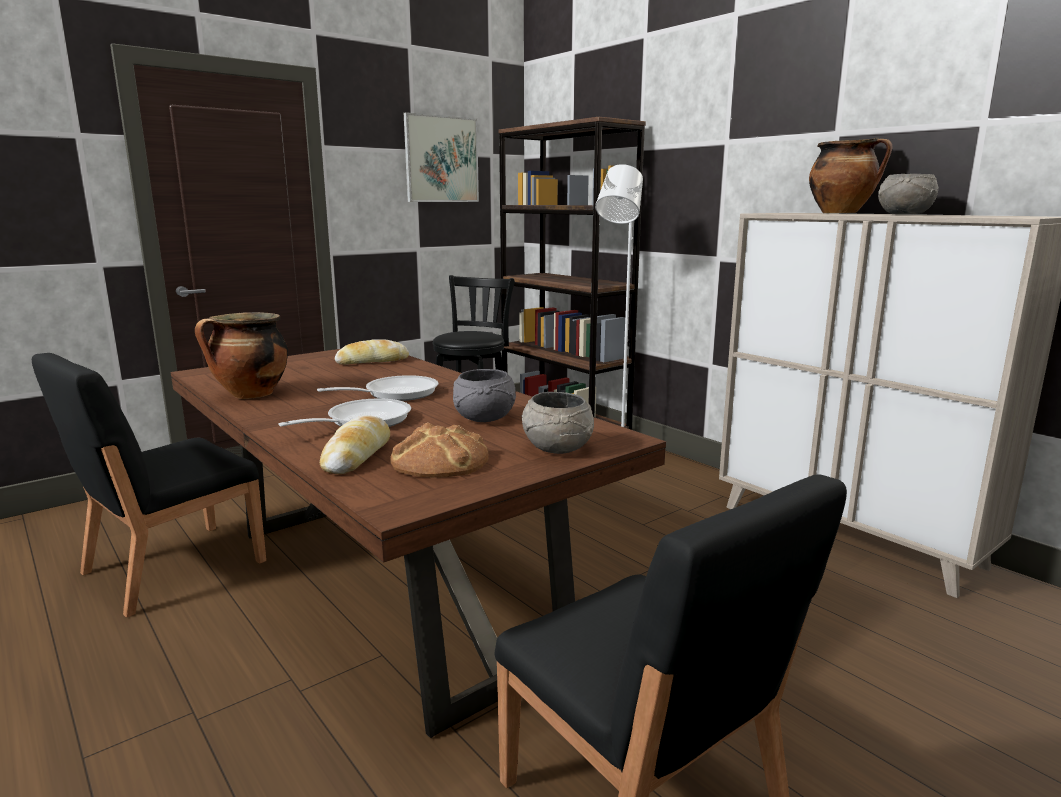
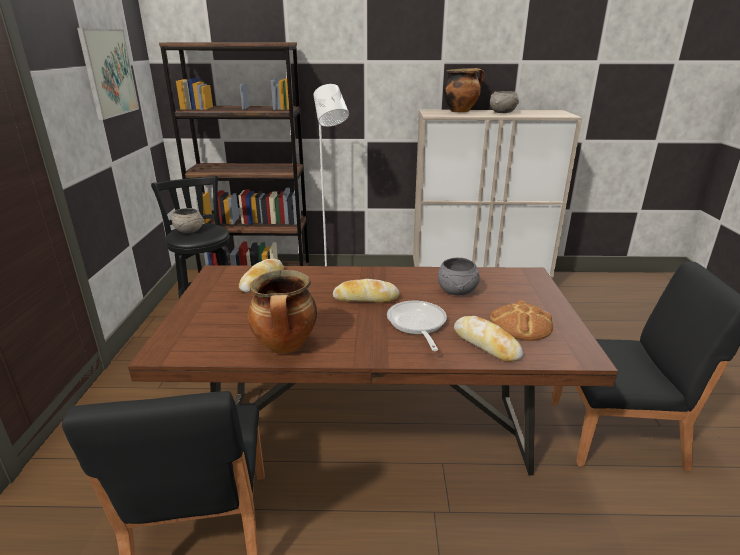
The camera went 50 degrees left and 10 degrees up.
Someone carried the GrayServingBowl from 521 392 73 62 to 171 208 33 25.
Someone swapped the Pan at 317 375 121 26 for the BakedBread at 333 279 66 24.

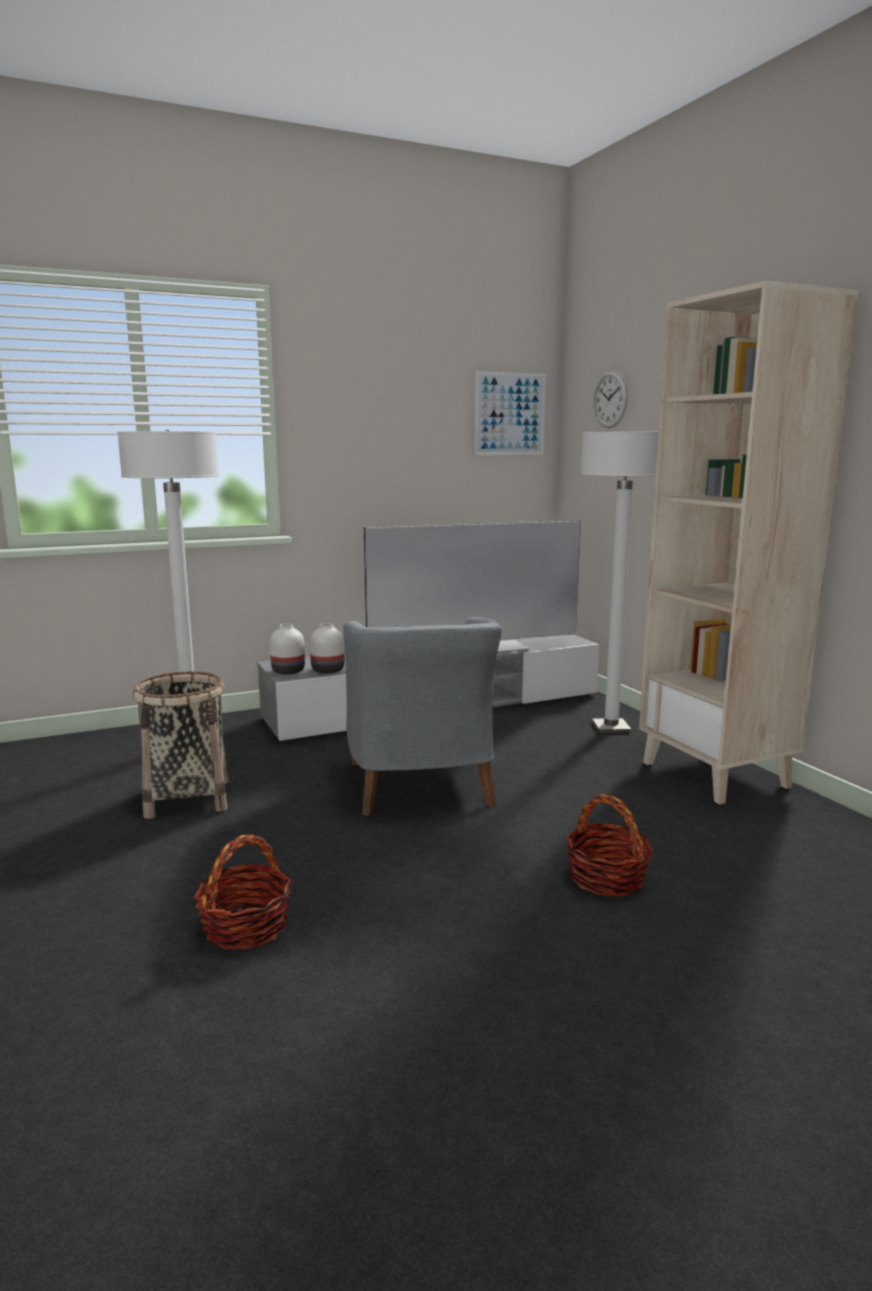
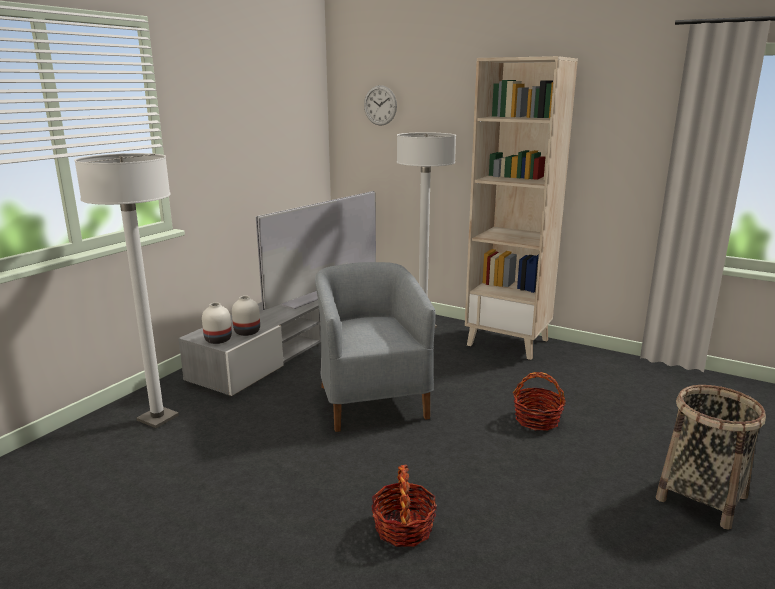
The camera went 35 degrees left and 5 degrees up.
Someone took away the Picture at 475 371 71 84.
Someone carried the StorageBasket from 133 671 96 148 to 656 385 110 145.
Someone rotated the GrayLoungeChair at 343 617 159 199 by 150 degrees counterclockwise.

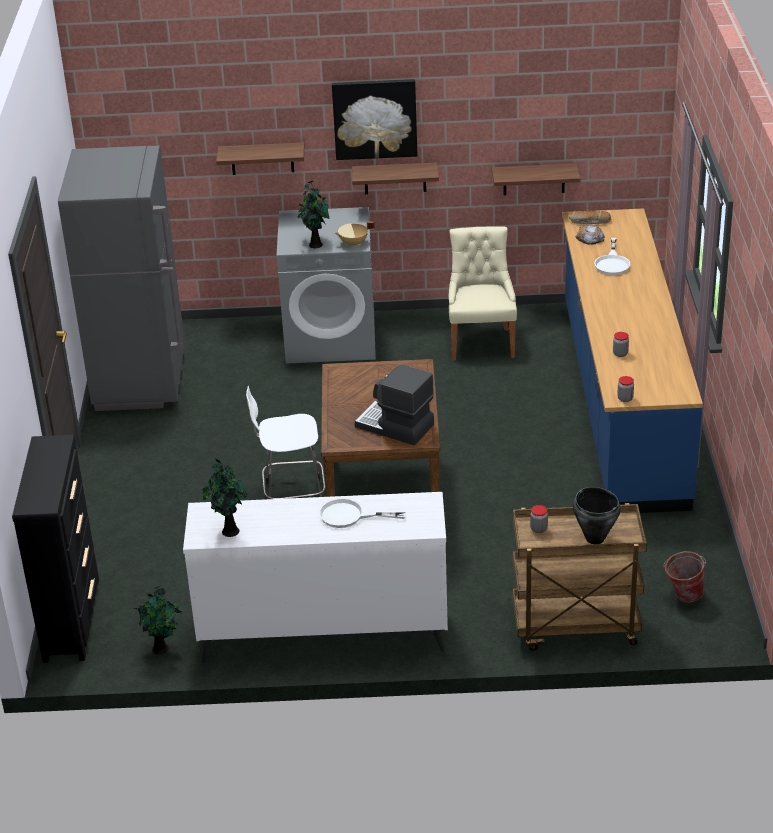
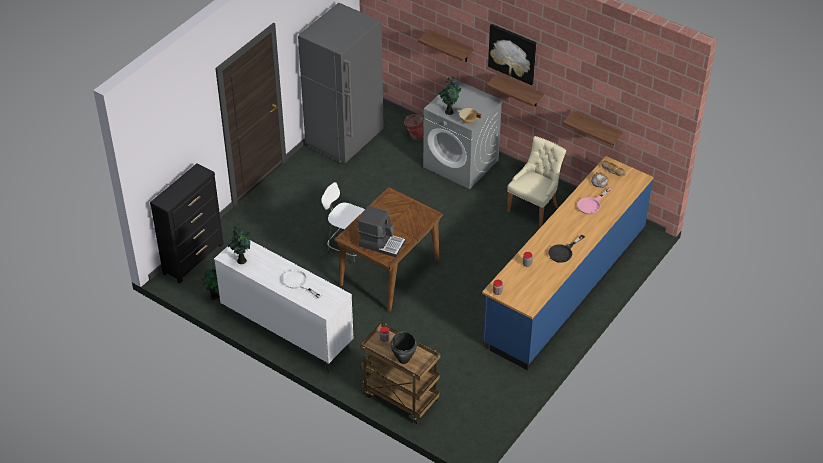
The camera went 35 degrees right and 10 degrees up.
Someone put down the BlackColouredPan at 548 235 37 28.
Someone carried the Bucket from 663 551 43 52 to 404 114 20 26.
Someone repainted the WhitePan at 594 238 36 37, which became the PinkishPan at 577 188 35 26.
Someone rotated the CoffeeMaker at 355 365 79 80 by 135 degrees clockwise.

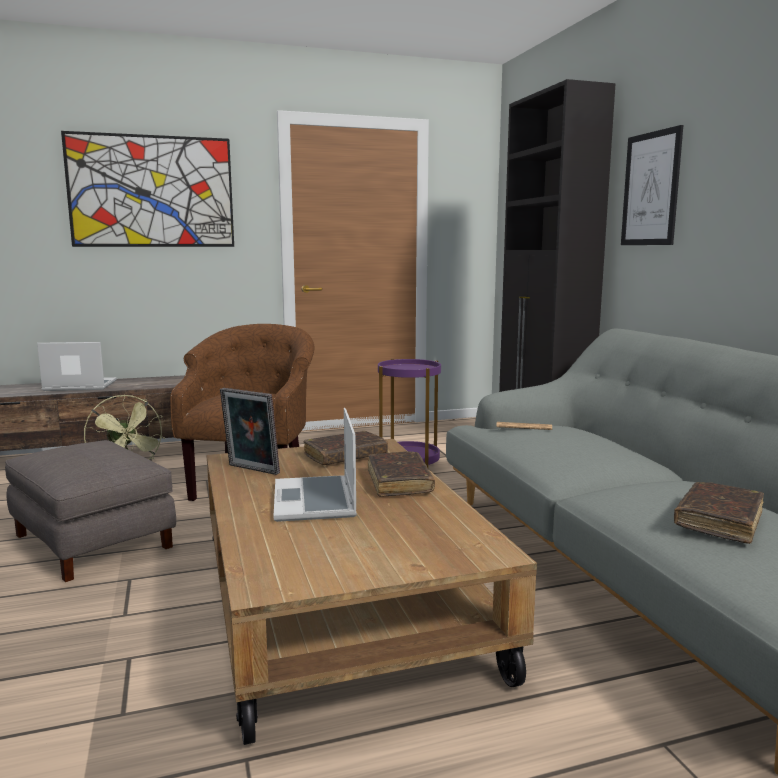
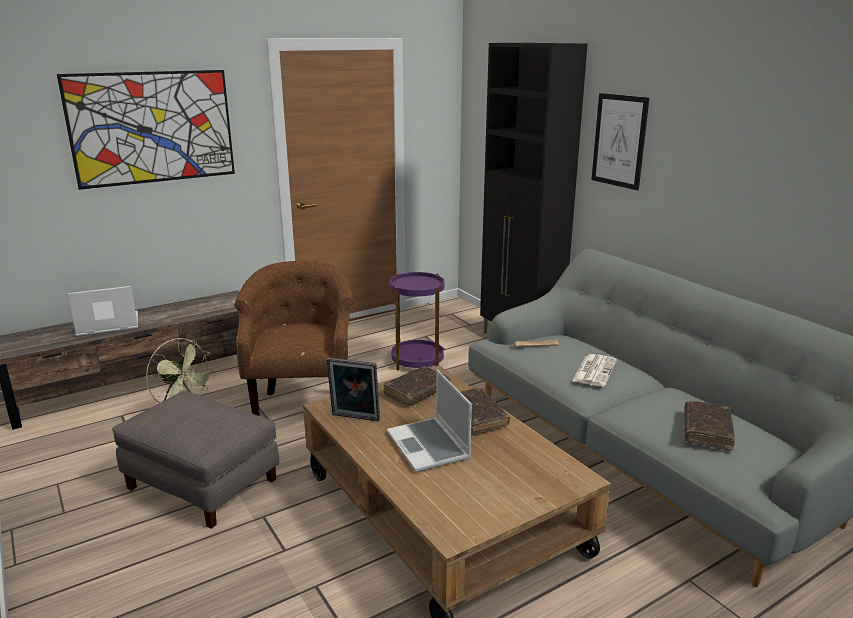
The camera went 15 degrees left and 10 degrees up.
Someone put down the DailyPaper at 572 354 45 33.

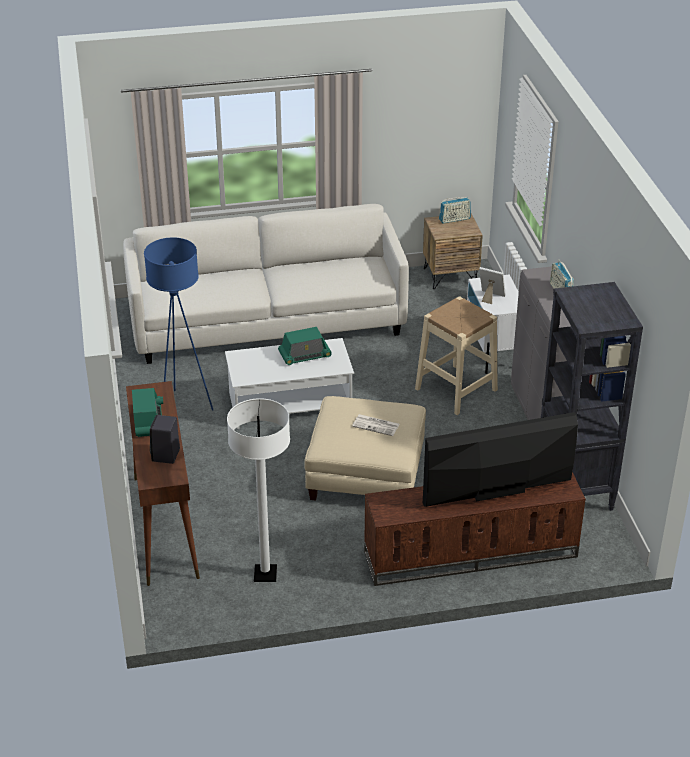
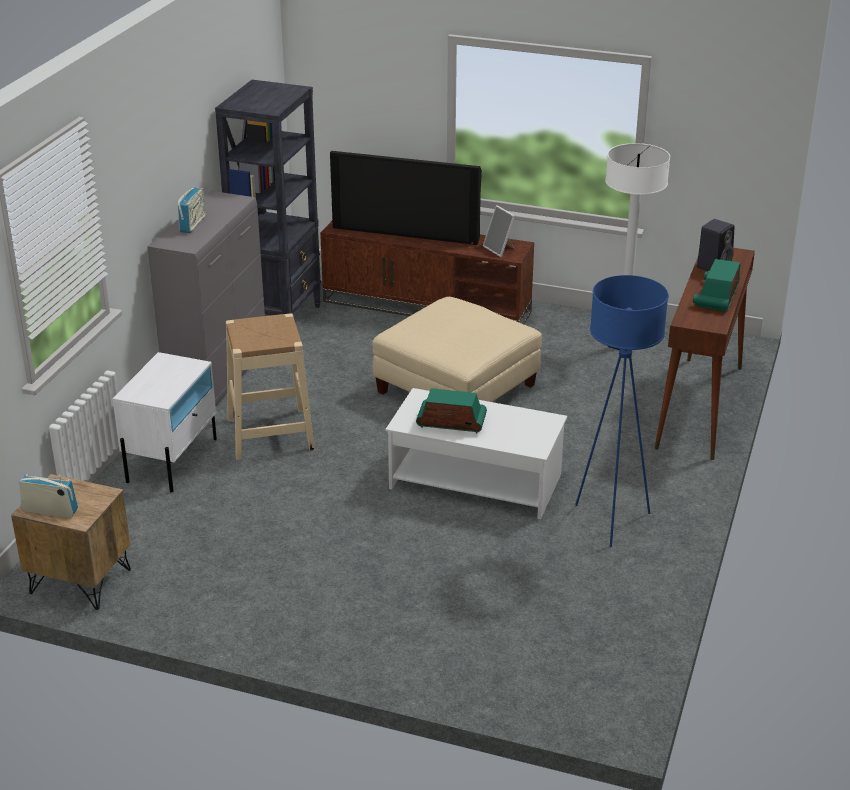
The camera went 150 degrees left and 5 degrees down.
Someone took away the WhiteCouch at 123 204 286 160.
Someone took away the DailyPaper at 352 414 47 22.
Someone carried the StandingFrame from 479 267 27 37 to 483 205 32 52.

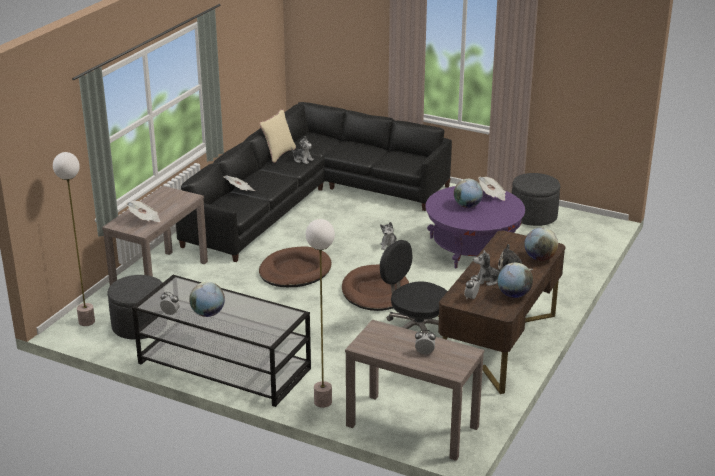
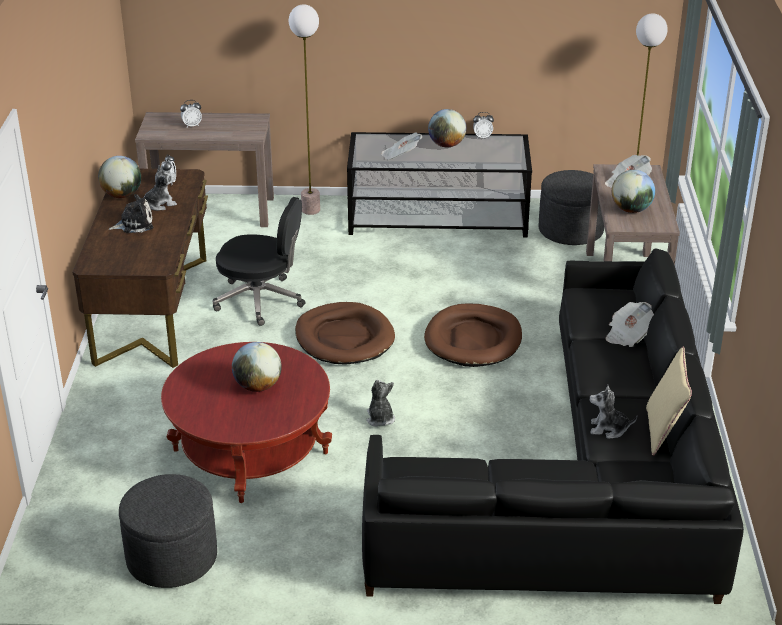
The camera went 155 degrees right and 5 degrees up.
Someone carried the DailyPaper from 478 177 28 24 to 381 132 41 29.
Someone carried the Globe from 524 228 34 33 to 612 170 43 43.
Someone repainted the PurpleLowTable at 425 186 100 82, which became the RedColouredLowTable at 161 342 171 161.

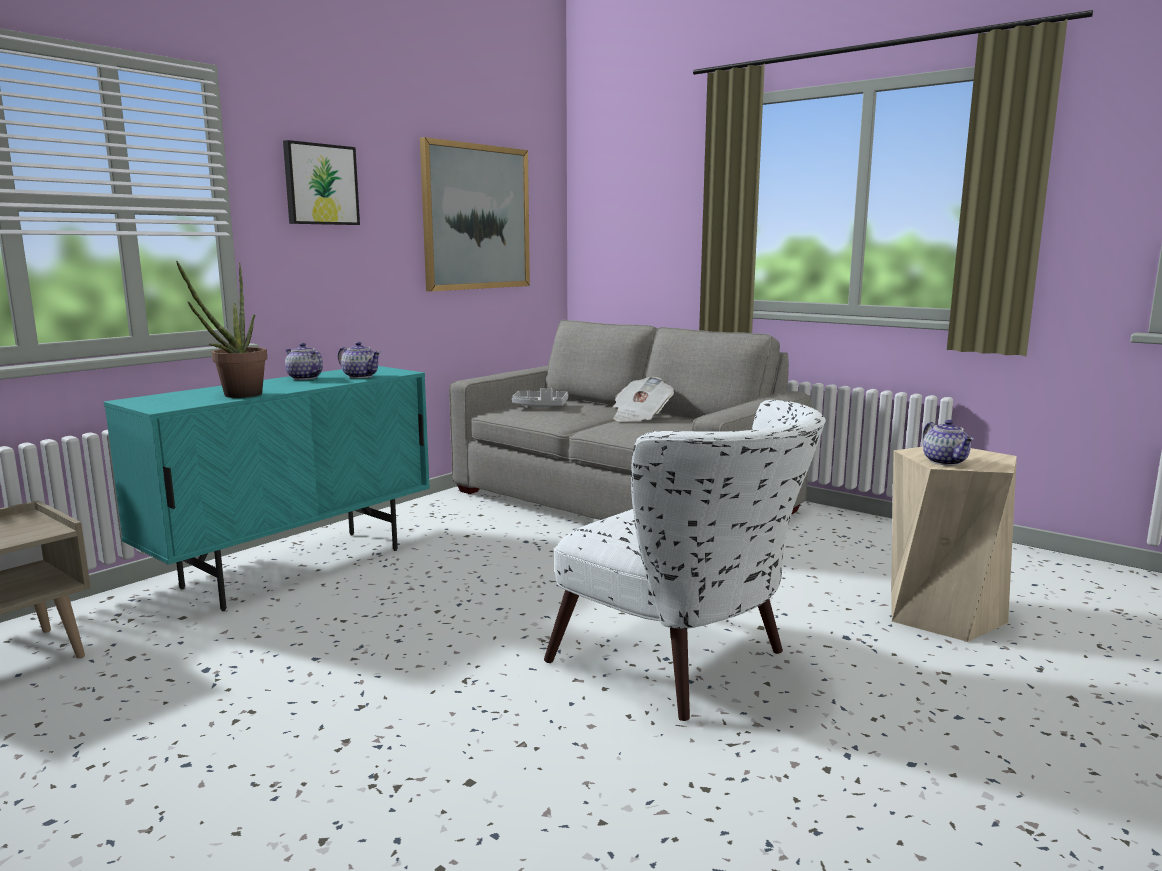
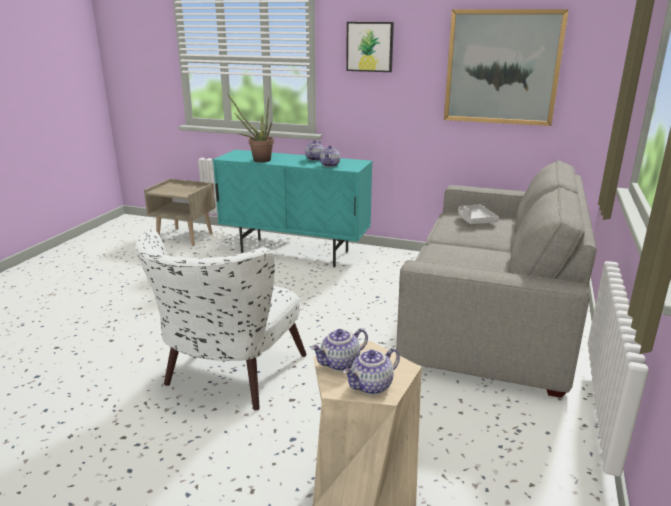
The camera went 70 degrees right and 10 degrees up.
Someone took away the DailyPaper at 613 377 61 45.
Someone put down the PotForTea at 343 348 57 47.

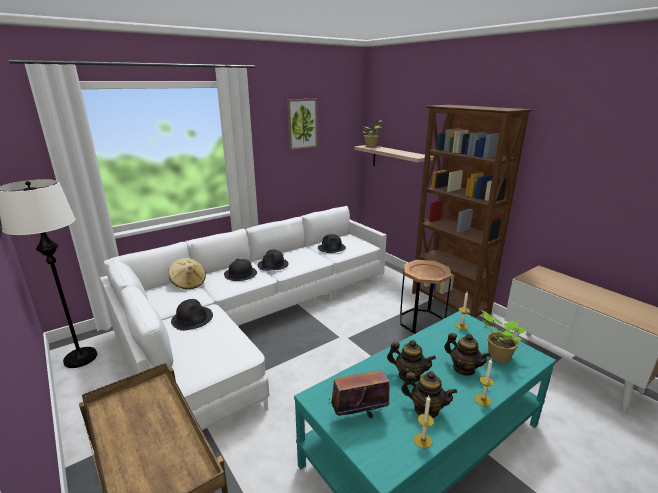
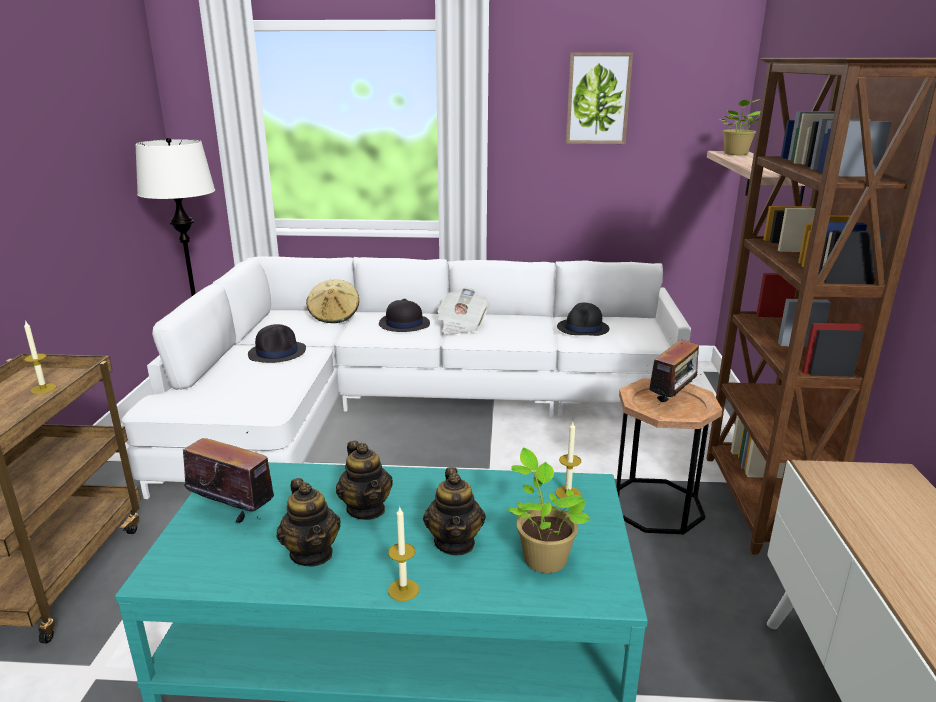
The camera went 40 degrees right and 0 degrees up.
Someone put down the RadioReceiver at 649 339 50 68.
Someone carried the WaxCandle from 414 396 20 53 to 24 320 33 74.
Someone swapped the BlackColouredHat at 257 250 32 21 for the DailyPaper at 437 288 52 47.

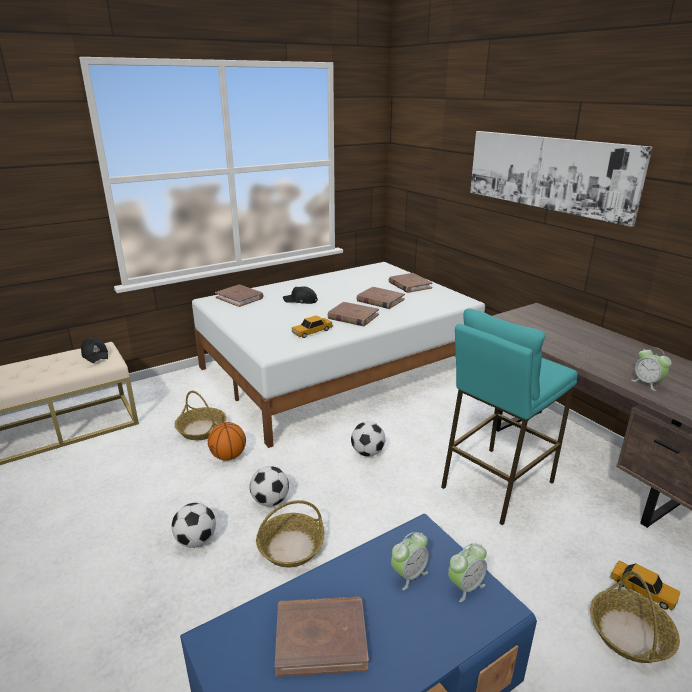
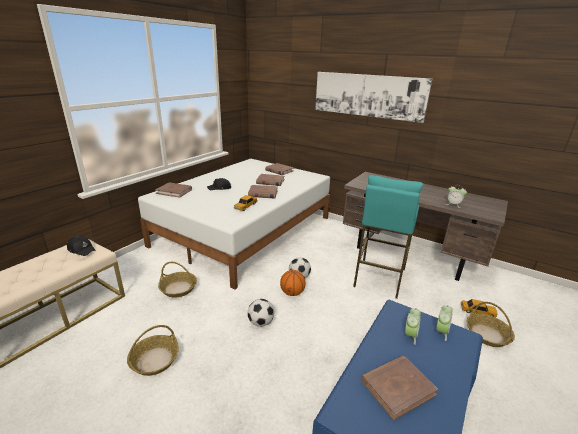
The camera went 25 degrees left and 0 degrees up.
Someone took away the BallForFootball at 172 503 44 45.
Someone carried the BallForBasketball from 208 422 38 39 to 280 270 26 26.
Someone carried the StorageBasket from 256 500 68 68 to 127 325 52 51.

